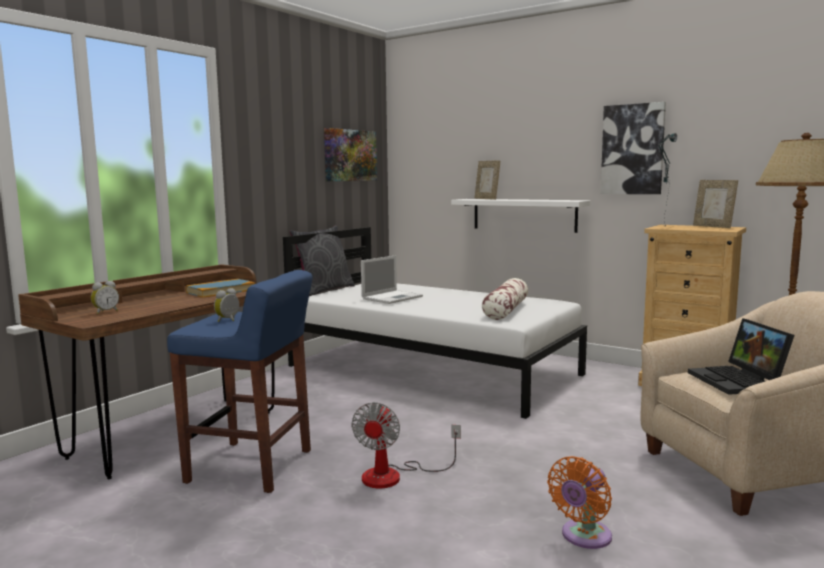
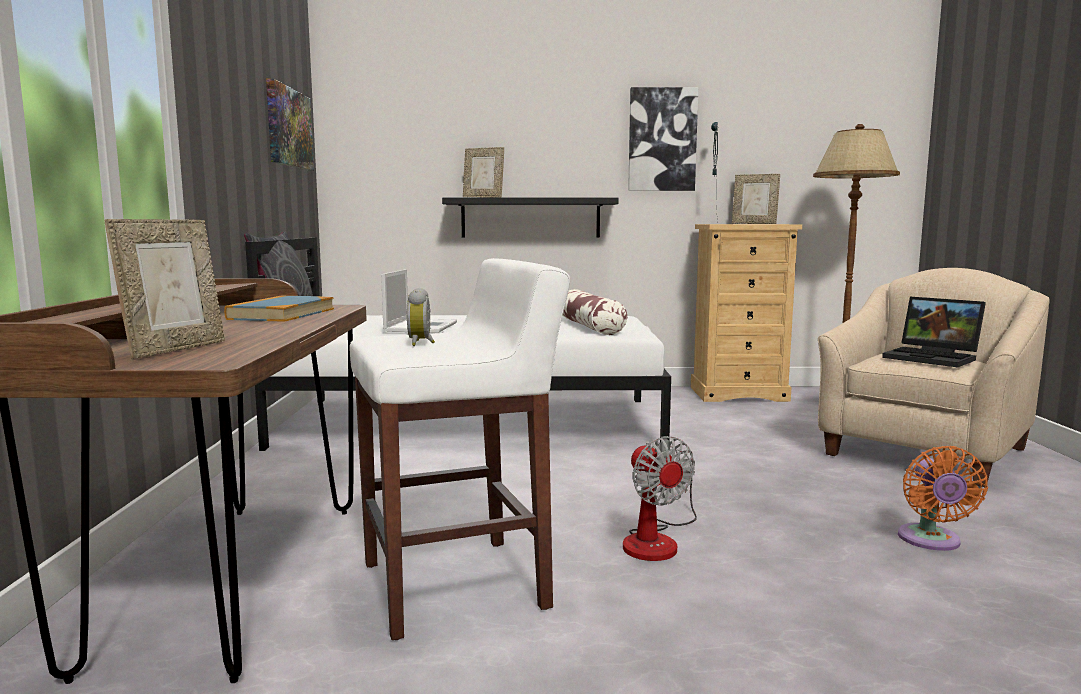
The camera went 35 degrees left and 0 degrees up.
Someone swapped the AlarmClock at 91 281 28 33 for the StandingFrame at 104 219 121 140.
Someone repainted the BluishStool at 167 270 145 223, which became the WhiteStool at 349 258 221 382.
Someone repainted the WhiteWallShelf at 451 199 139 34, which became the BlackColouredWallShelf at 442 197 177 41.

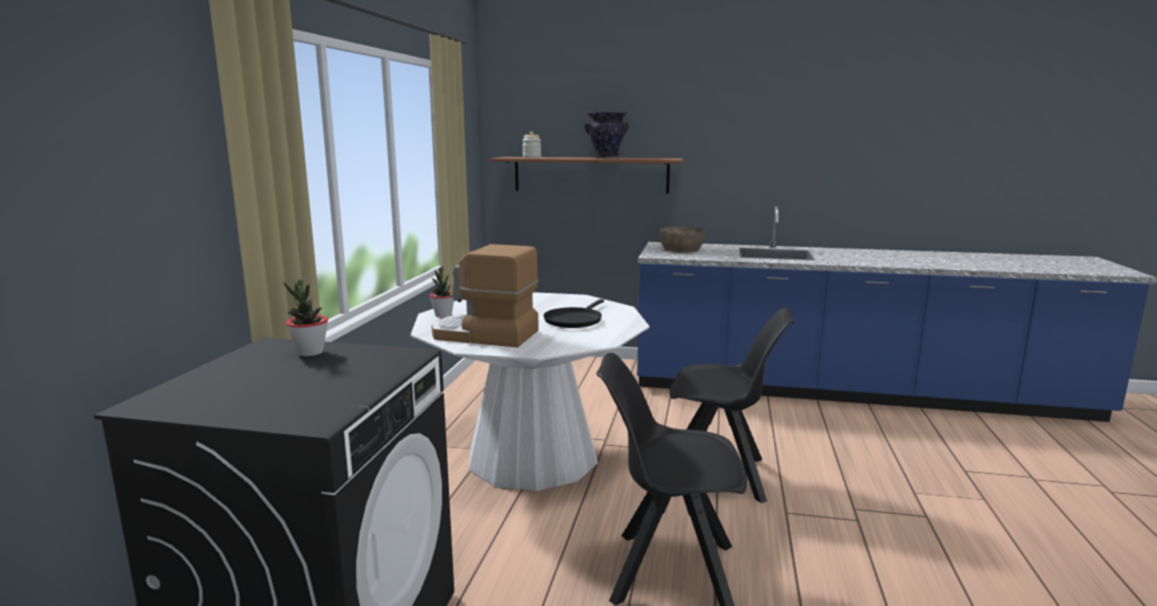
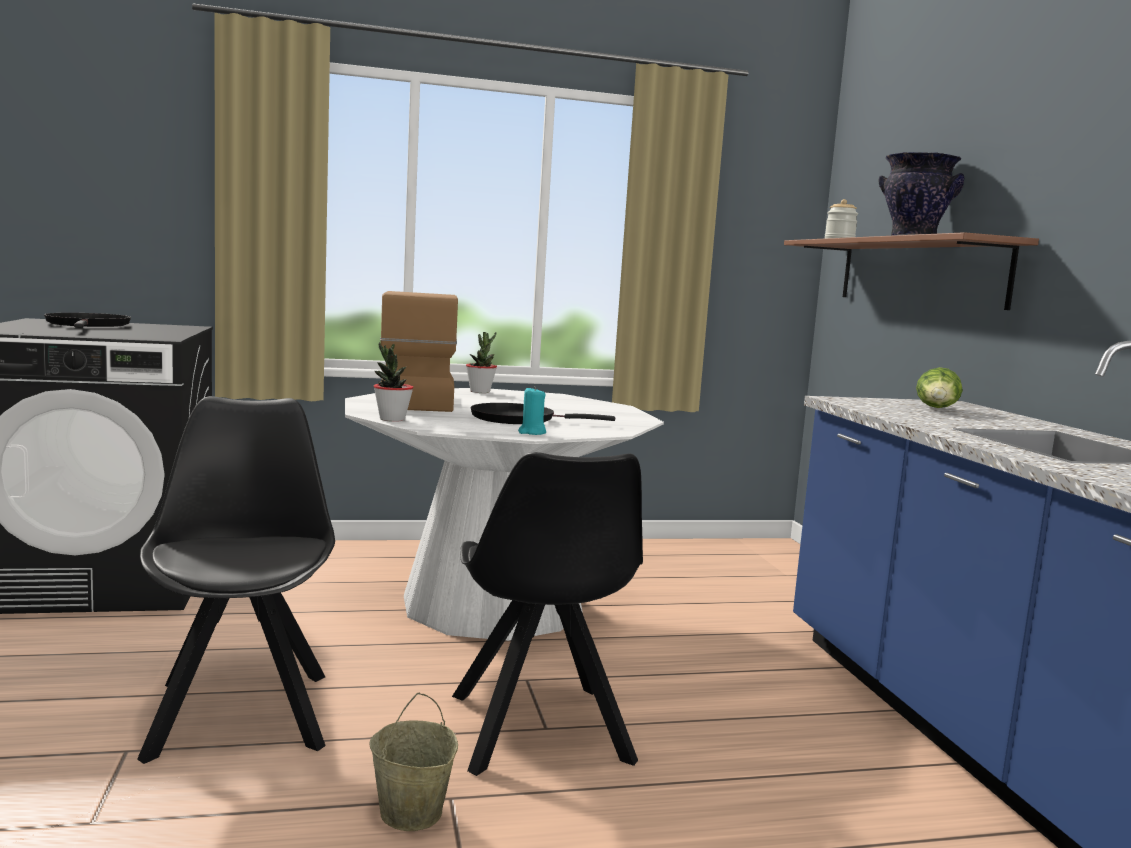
The camera went 65 degrees right and 5 degrees down.
Someone put down the BlackColouredPan at 44 313 87 15.
Someone put down the BeigeColouredBucket at 370 693 88 138.
Someone put down the TurquoiseColouredWaxCandle at 518 387 28 48.
Someone carried the PottedPlant from 284 280 44 76 to 374 342 39 80.
Someone swapped the BrownServingBowl at 659 227 47 25 for the Lettuce at 916 367 47 41.

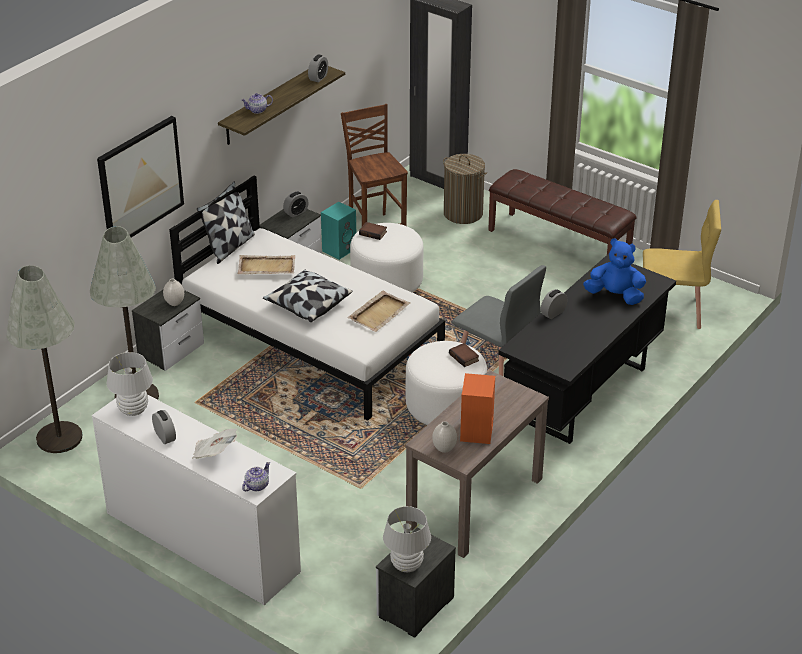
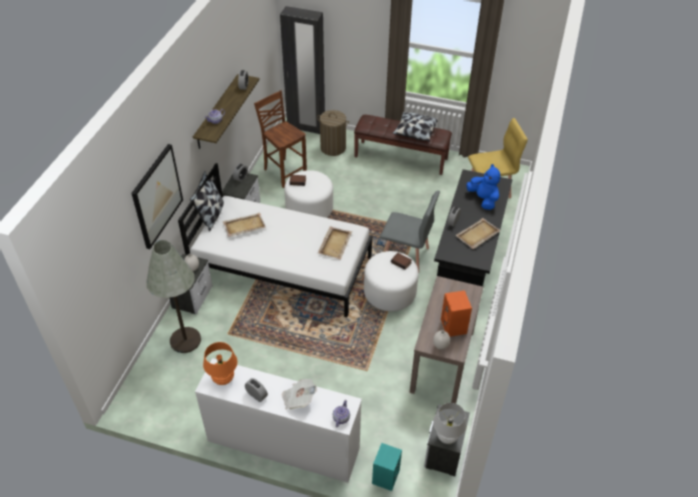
The camera went 20 degrees left and 10 degrees up.
Someone took away the GrayFloorLamp at 6 265 76 188.
Someone put down the BeigeColouredTray at 455 218 46 31.
Someone carried the Cushion from 263 269 90 53 to 392 112 46 30.
Someone carried the TurquoiseColouredAudioSpeaker from 321 202 35 58 to 372 443 30 48.
Someone repainted the WhiteLampForATable at 107 352 46 64, which became the OrangeyLampForATable at 203 342 34 43.
Someone rotated the BluishSoftToy at 583 238 63 67 by 60 degrees clockwise.

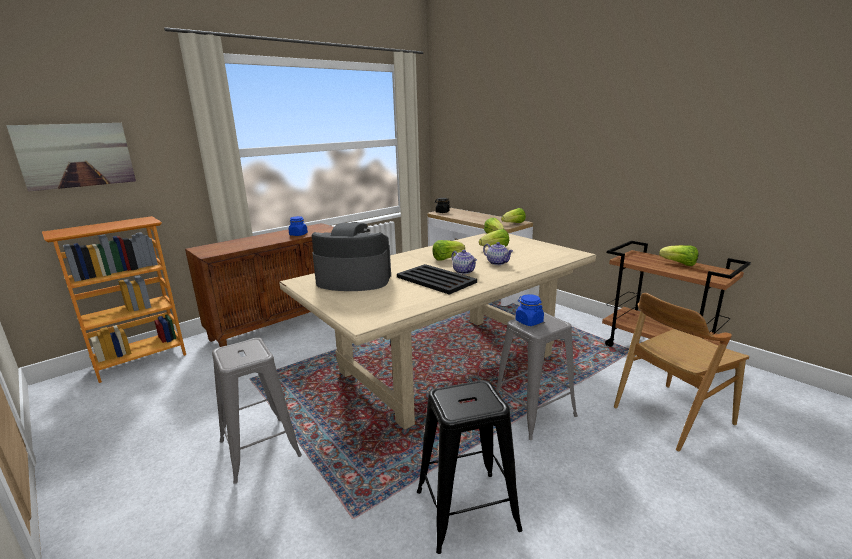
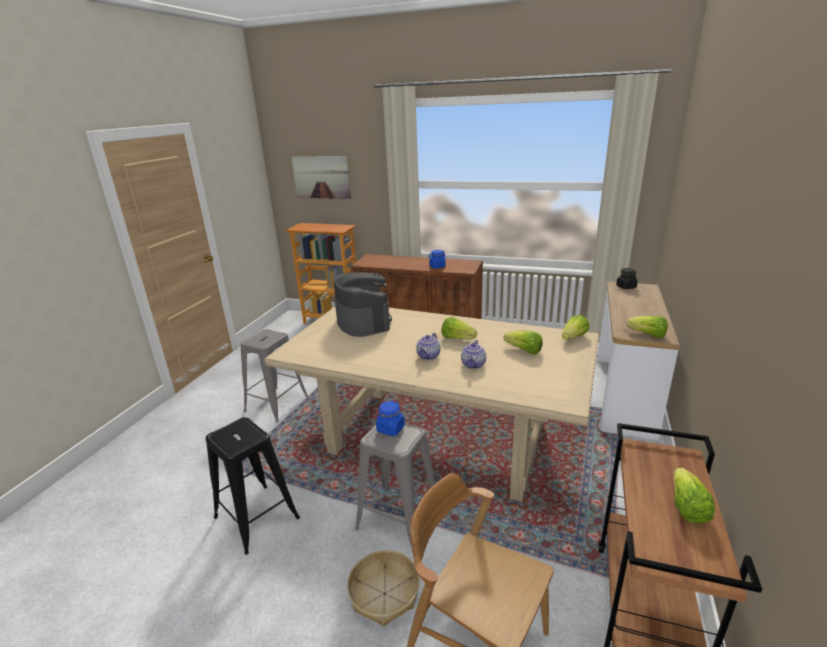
The camera went 60 degrees right and 5 degrees up.
Someone took away the BlackColouredTray at 397 264 80 31.
Someone put down the StorageBasket at 347 550 73 76.

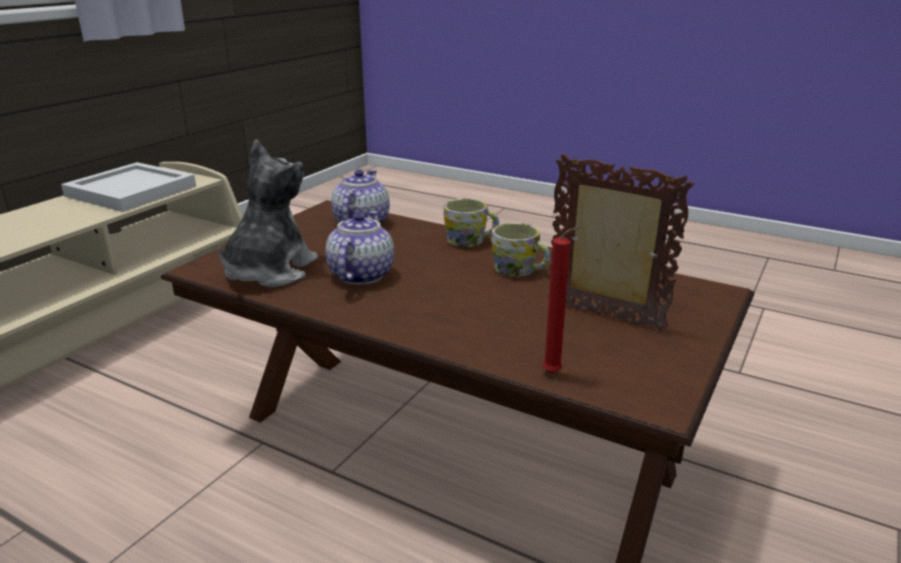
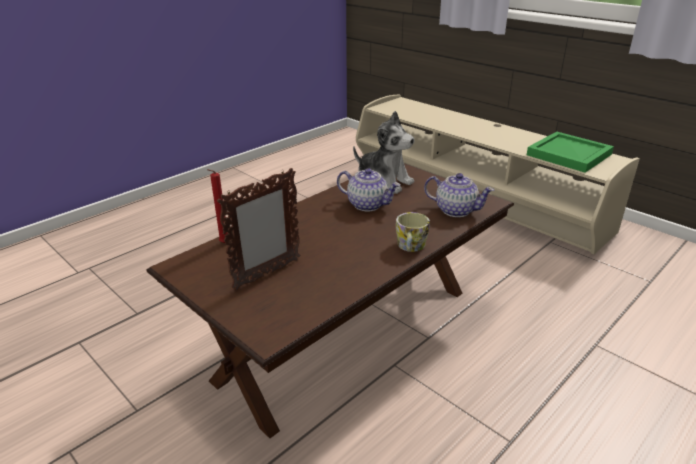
The camera went 105 degrees right and 5 degrees up.
Someone took away the TeaMug at 491 223 59 54.
Someone repainted the WhiteTray at 61 162 135 50, which became the GreenTray at 527 132 87 41.

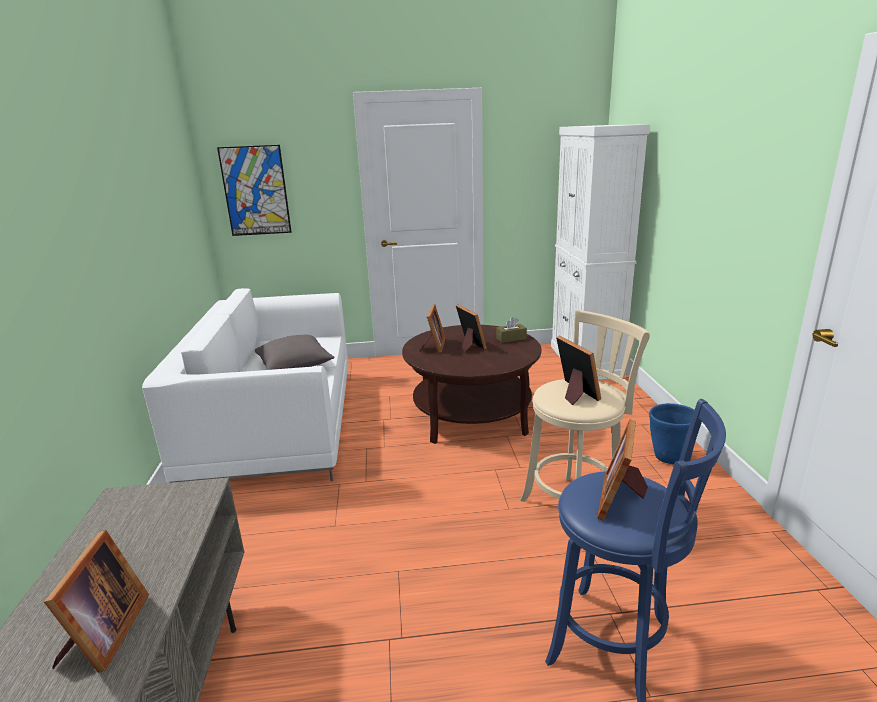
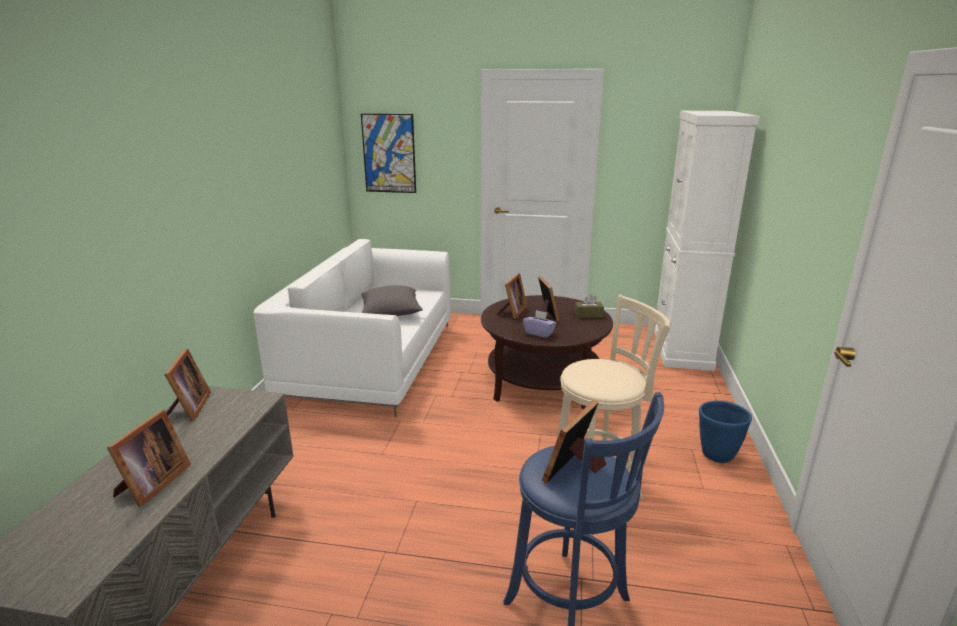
The camera went 15 degrees right and 0 degrees up.
Someone put down the PurpleTissueHolder at 523 310 33 28.
Someone carried the StandingFrame from 556 336 45 69 to 164 349 47 72.

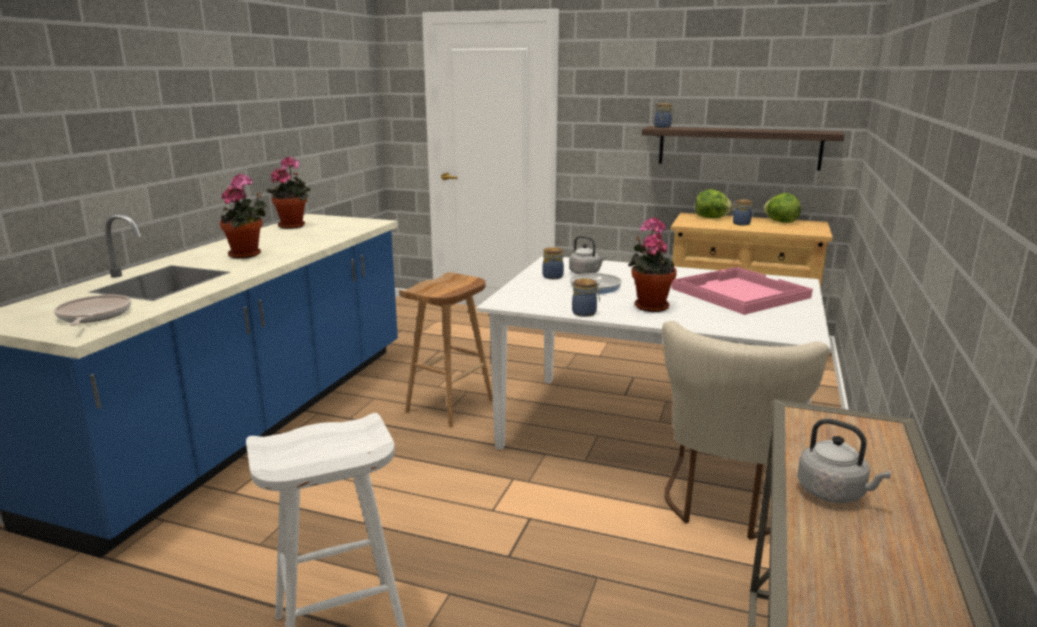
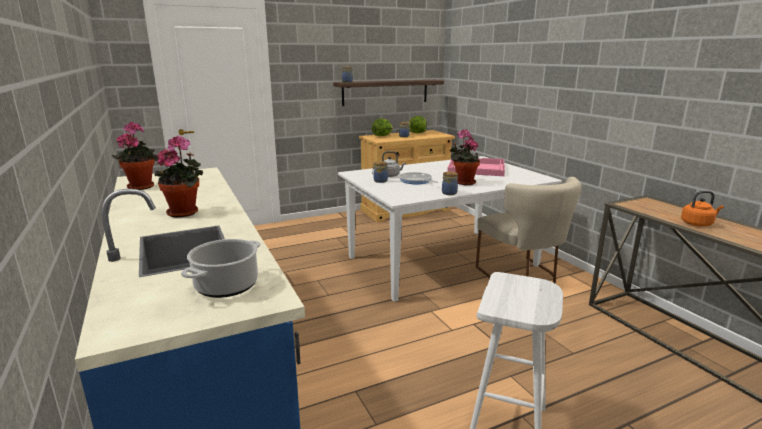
The camera went 45 degrees left and 0 degrees up.
Someone took away the BrownStool at 399 272 94 155.
Someone swapped the Pan at 54 295 77 31 for the Stockpot at 181 239 79 59.
Someone repainted the GrayKettle at 797 419 94 84, which became the OrangeyKettle at 681 191 43 36.

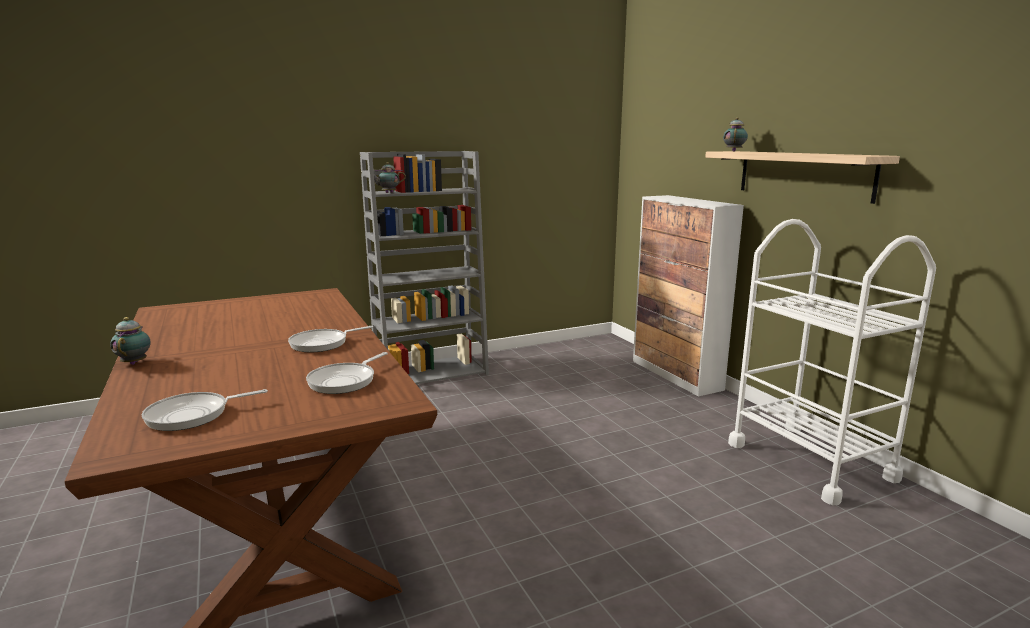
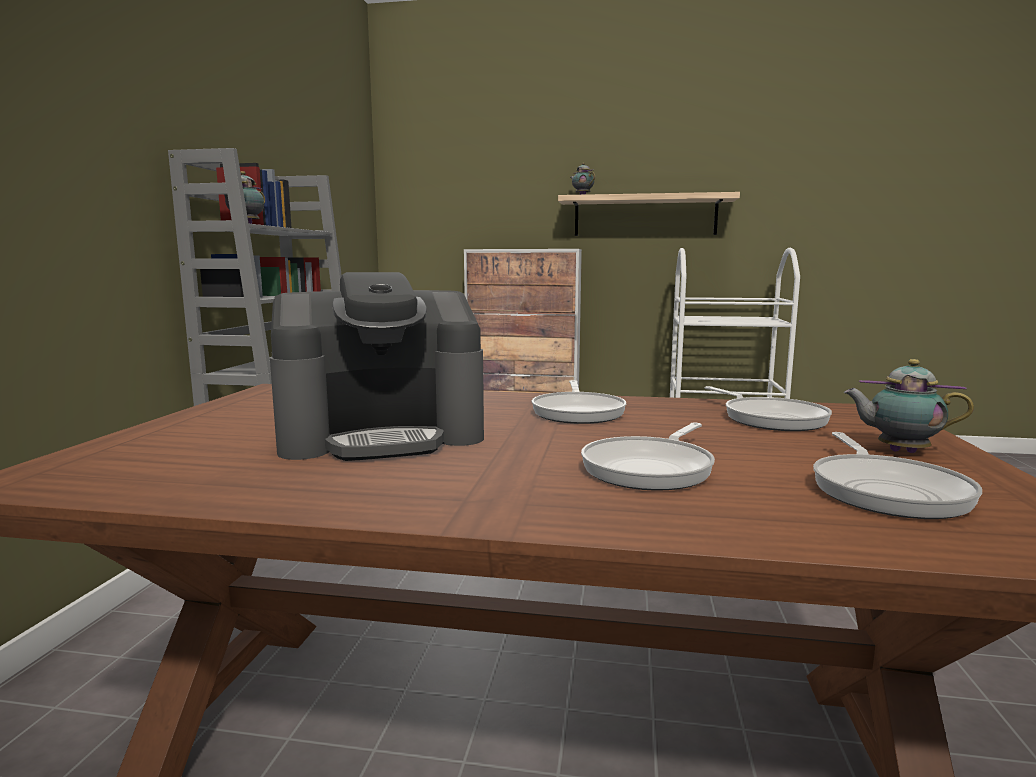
The camera went 55 degrees left and 5 degrees down.
Someone put down the CoffeeMaker at 270 272 214 189.
Someone put down the Pan at 581 423 134 68.
Someone carried the PotForTea from 110 317 41 48 to 844 359 130 94.

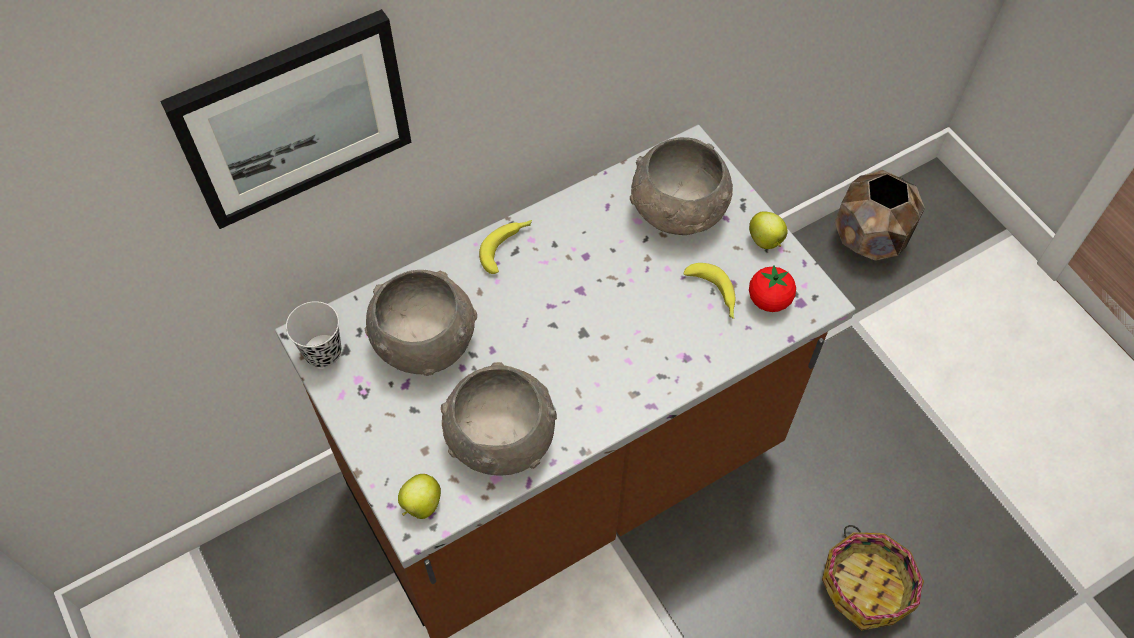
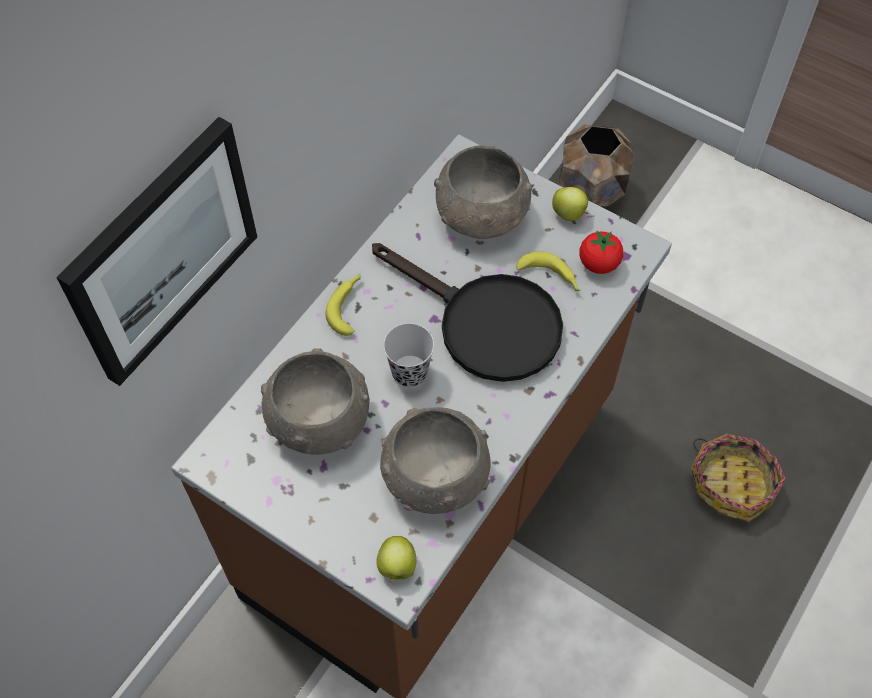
The camera went 25 degrees left and 0 degrees up.
Someone put down the BlackColouredPan at 372 243 191 139.
Someone carried the BlackColouredCup from 286 301 55 67 to 383 323 51 64.

